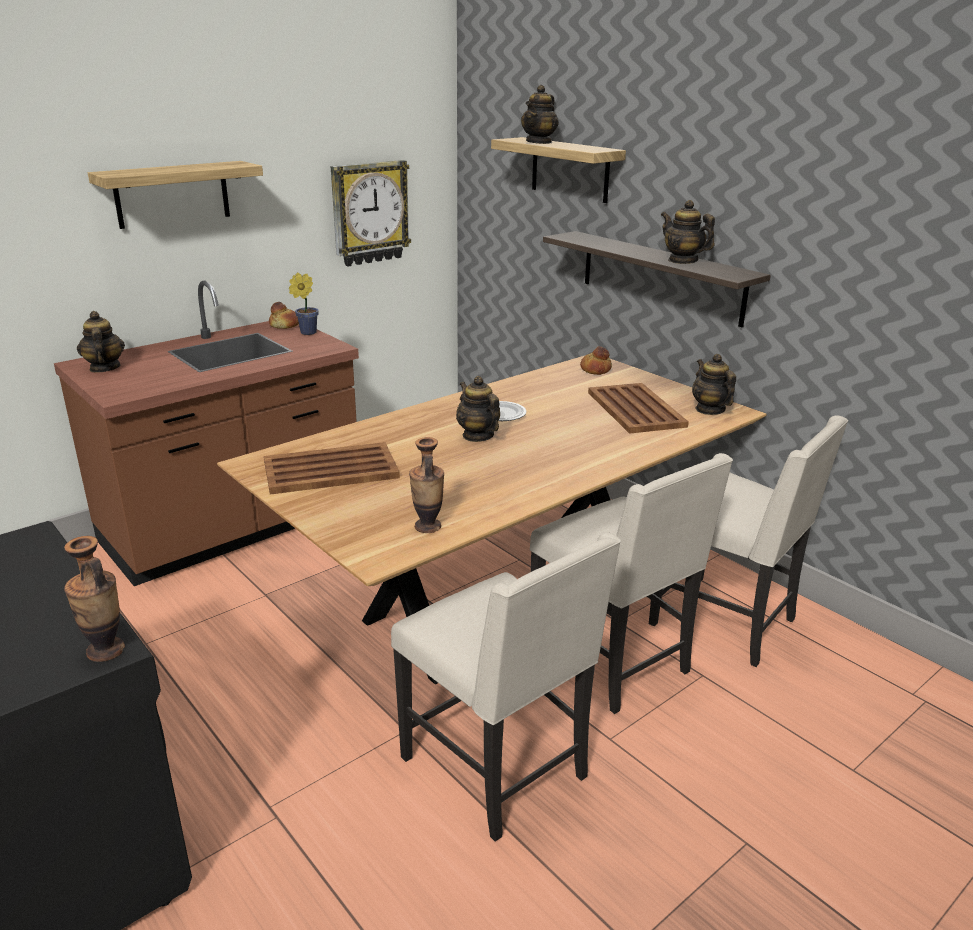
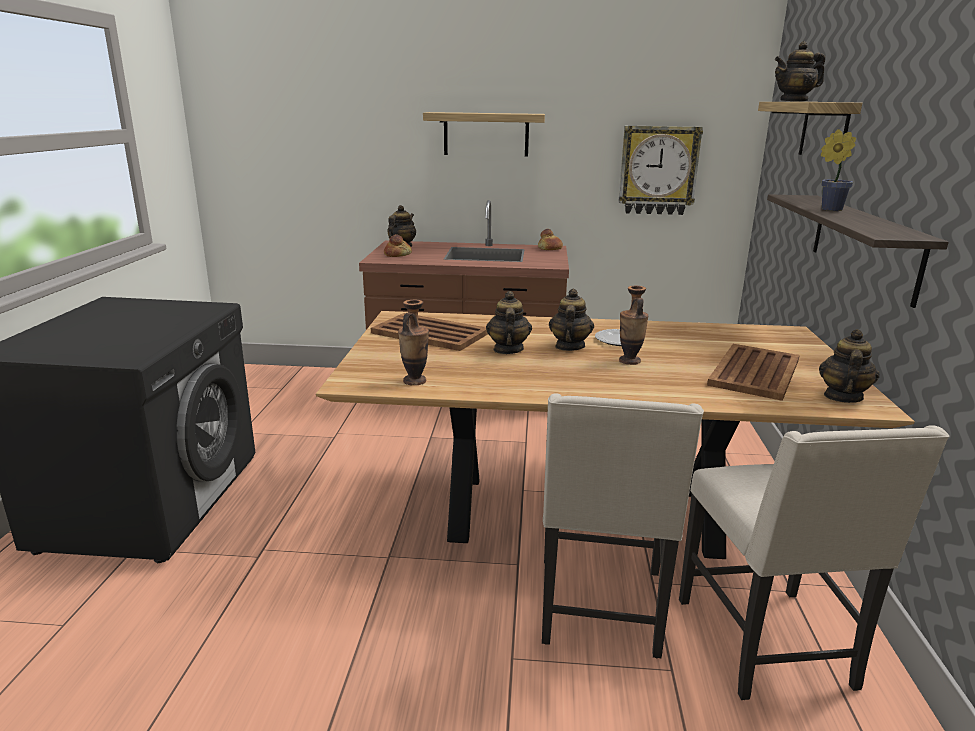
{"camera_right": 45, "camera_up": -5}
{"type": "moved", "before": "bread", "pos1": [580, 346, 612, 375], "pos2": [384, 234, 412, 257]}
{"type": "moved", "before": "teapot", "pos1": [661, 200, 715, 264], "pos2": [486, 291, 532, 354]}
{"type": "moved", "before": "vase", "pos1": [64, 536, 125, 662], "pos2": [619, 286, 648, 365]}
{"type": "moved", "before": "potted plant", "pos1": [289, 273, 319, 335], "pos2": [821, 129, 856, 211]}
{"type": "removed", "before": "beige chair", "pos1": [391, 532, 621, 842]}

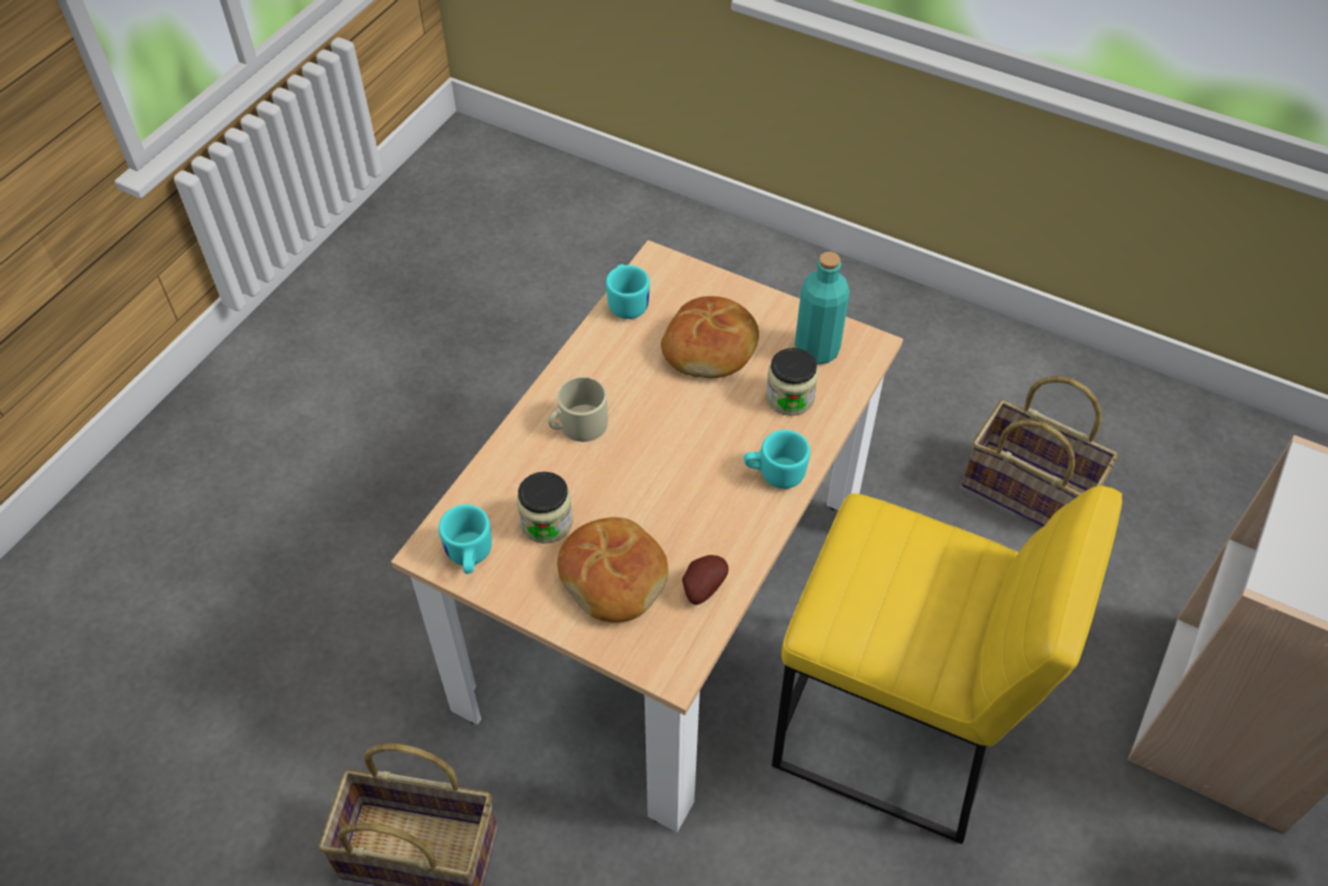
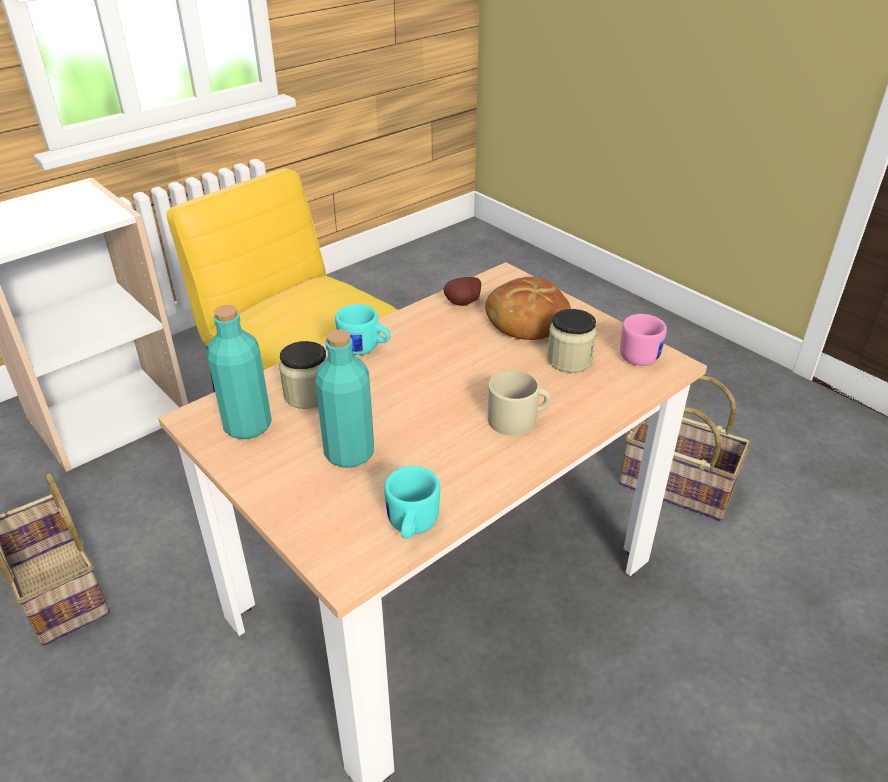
{"camera_right": -160, "camera_up": -15}
{"type": "replaced", "before": "bread", "after": "turquoise bottle", "pos1": [661, 296, 759, 378], "pos2": [315, 329, 374, 468]}
{"type": "recoloured", "before": "turquoise mug", "after": "pink mug", "pos1": [439, 504, 492, 574], "pos2": [620, 314, 667, 366]}

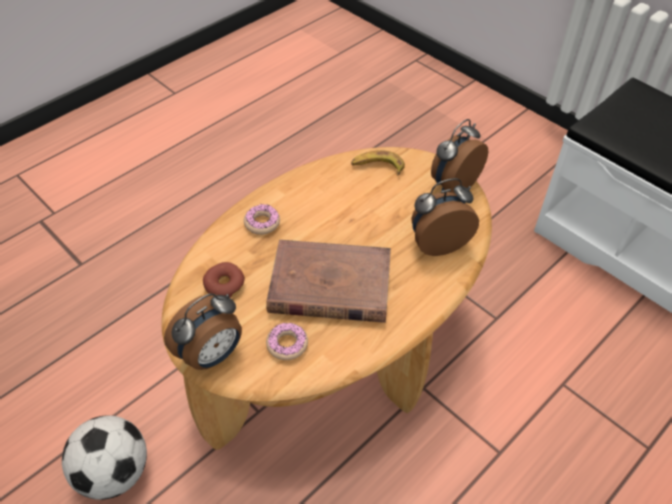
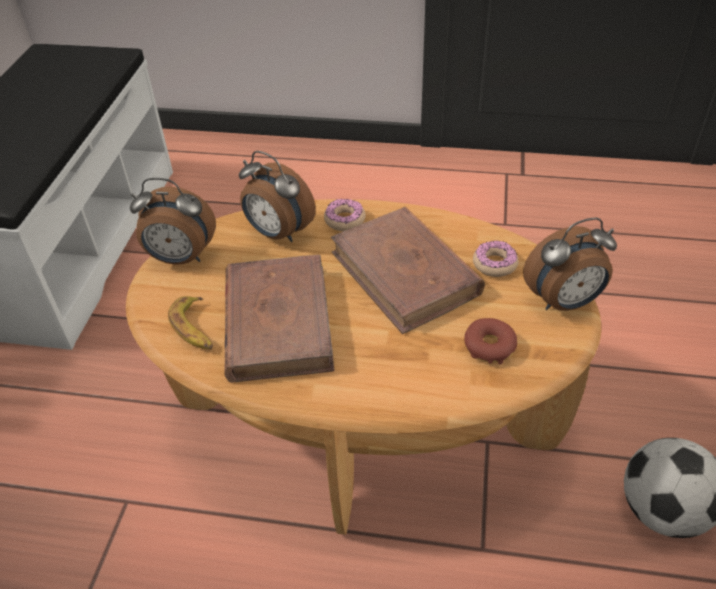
{"camera_right": -125, "camera_up": -5}
{"type": "added", "after": "brown book", "pos2": [225, 255, 334, 383]}
{"type": "moved", "before": "donut", "pos1": [244, 204, 280, 235], "pos2": [324, 198, 366, 231]}
{"type": "turned", "before": "alarm clock", "pos1": [164, 293, 242, 370], "pos2": [523, 217, 617, 311], "turn": 150}

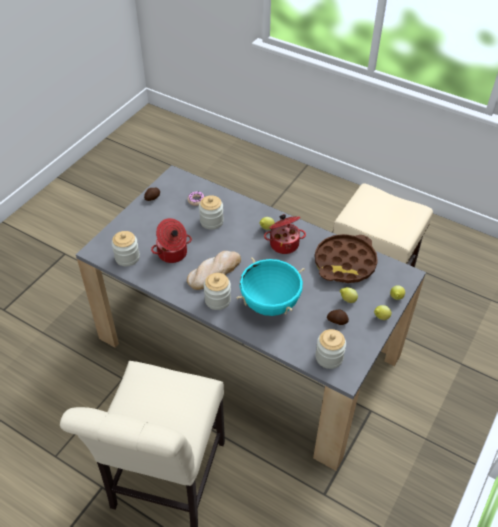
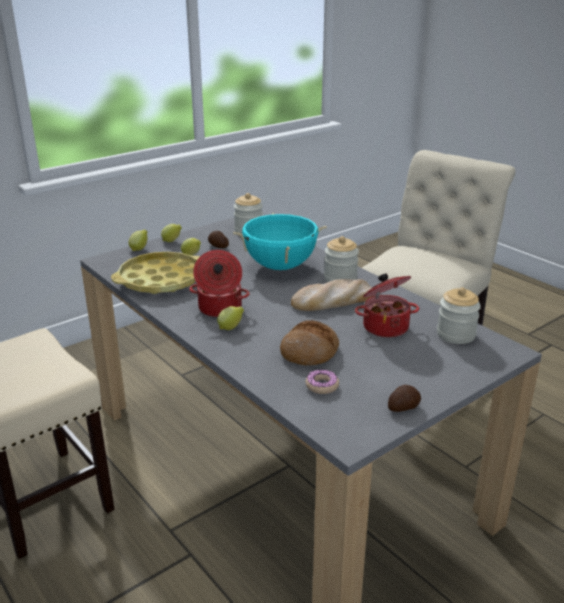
{"camera_right": -160, "camera_up": -20}
{"type": "recoloured", "before": "brown tray", "after": "yellow tray", "pos1": [315, 234, 378, 283], "pos2": [111, 252, 200, 294]}
{"type": "replaced", "before": "jar", "after": "bread", "pos1": [199, 195, 224, 229], "pos2": [280, 320, 339, 365]}

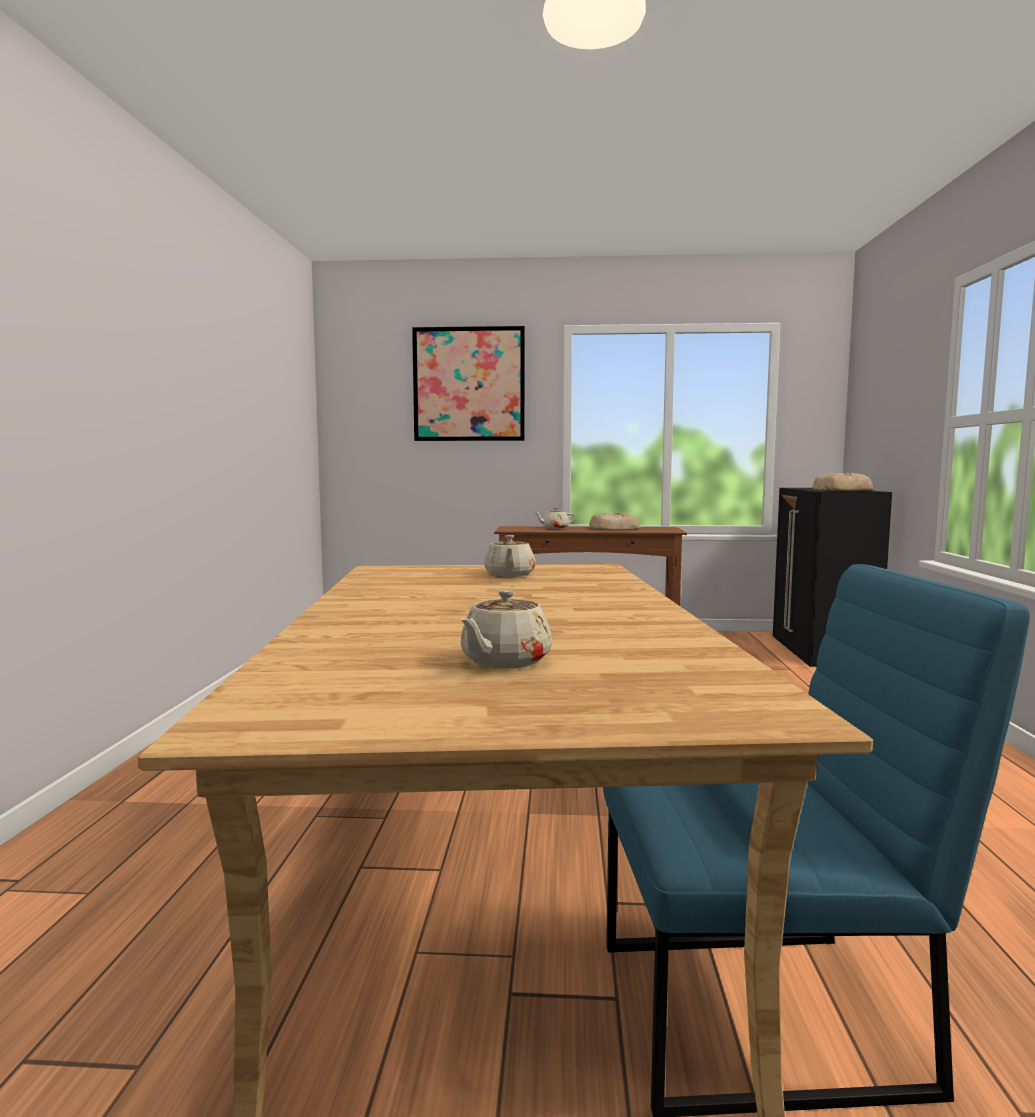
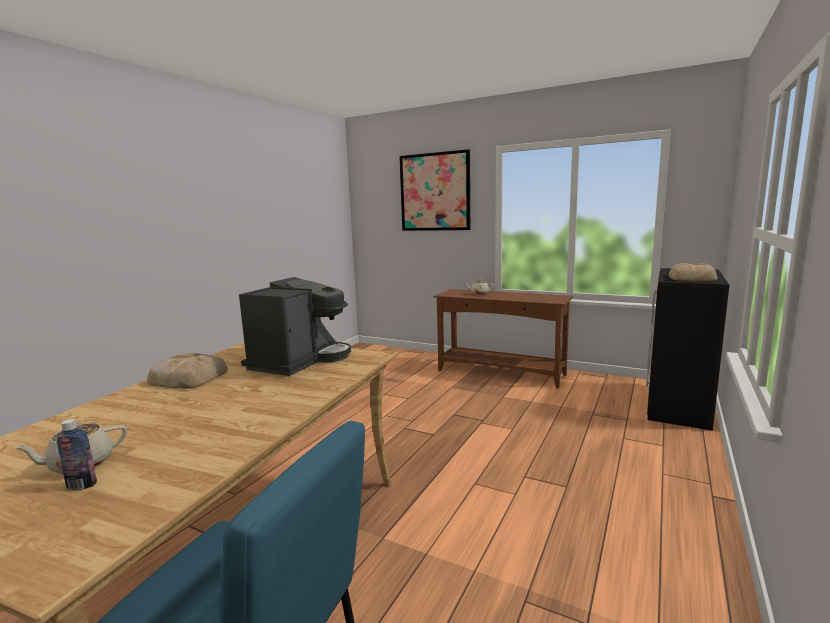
{"camera_right": 25, "camera_up": 5}
{"type": "added", "after": "bottle", "pos2": [57, 419, 97, 490]}
{"type": "moved", "before": "bread", "pos1": [589, 513, 640, 530], "pos2": [147, 353, 228, 389]}
{"type": "replaced", "before": "beige teapot", "after": "coffee machine", "pos1": [484, 535, 536, 577], "pos2": [239, 277, 351, 376]}

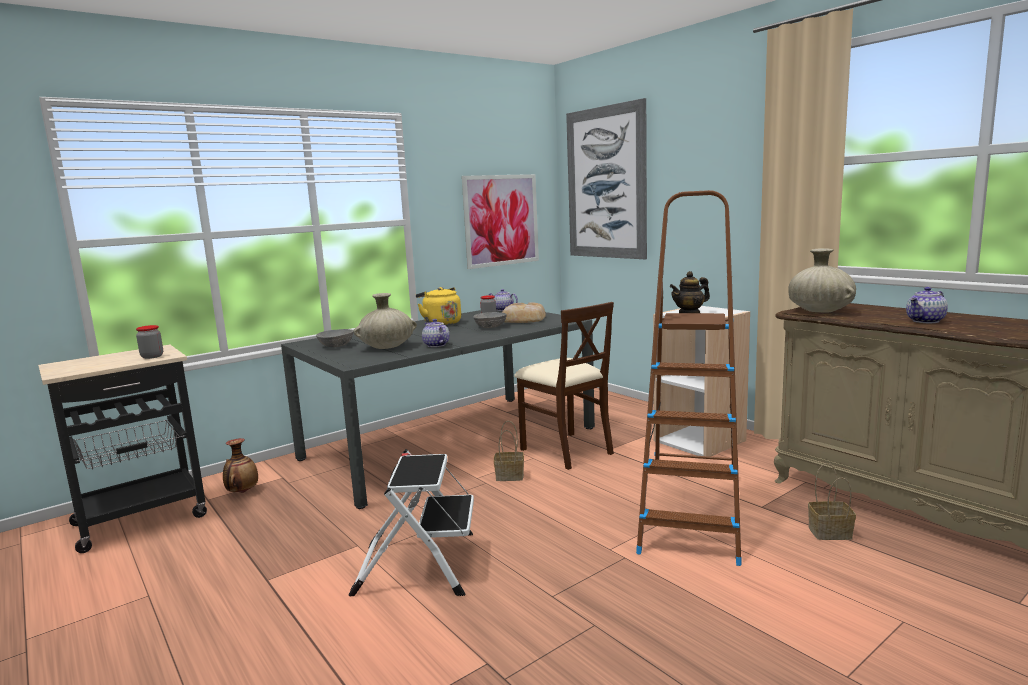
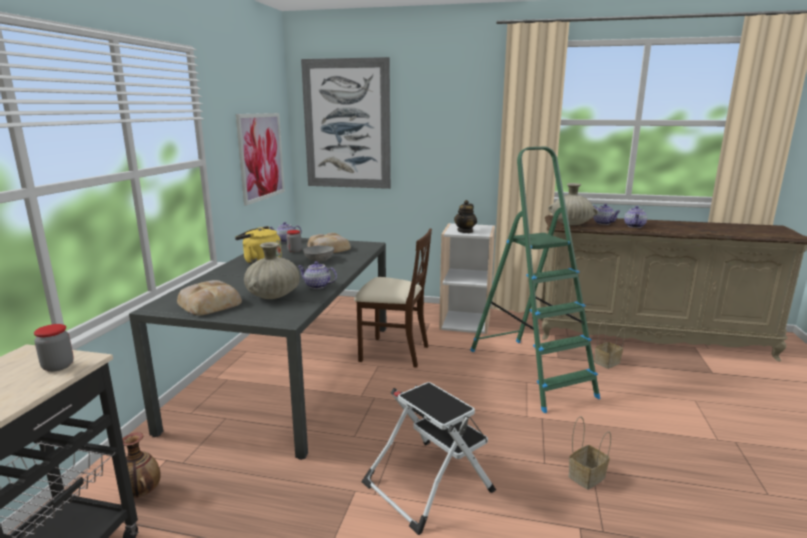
{"camera_right": -40, "camera_up": 5}
{"type": "replaced", "before": "grey bowl", "after": "bread", "pos1": [316, 329, 353, 347], "pos2": [177, 280, 242, 315]}
{"type": "recoloured", "before": "brown step ladder", "after": "green step ladder", "pos1": [636, 190, 742, 566], "pos2": [470, 146, 600, 413]}
{"type": "moved", "before": "basket", "pos1": [494, 421, 524, 481], "pos2": [569, 417, 611, 490]}
{"type": "added", "after": "teapot", "pos2": [593, 204, 621, 225]}

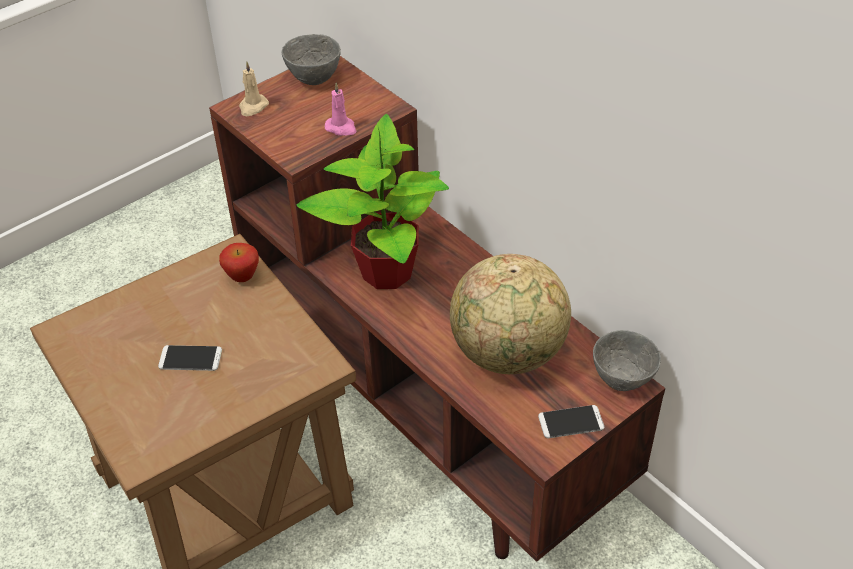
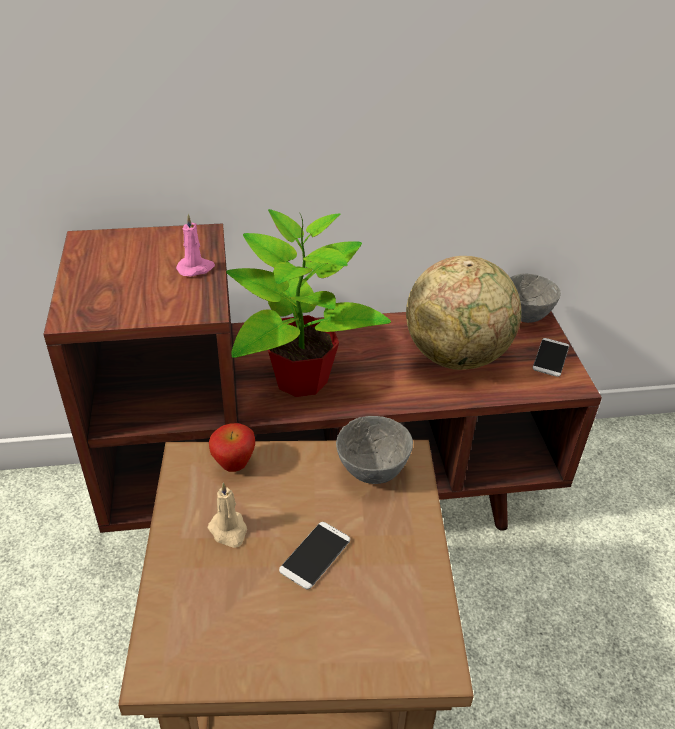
{"camera_right": -60, "camera_up": -5}
{"type": "moved", "before": "beige candle", "pos1": [239, 61, 269, 116], "pos2": [207, 482, 247, 548]}
{"type": "moved", "before": "grey bowl", "pos1": [282, 34, 341, 85], "pos2": [336, 416, 413, 484]}

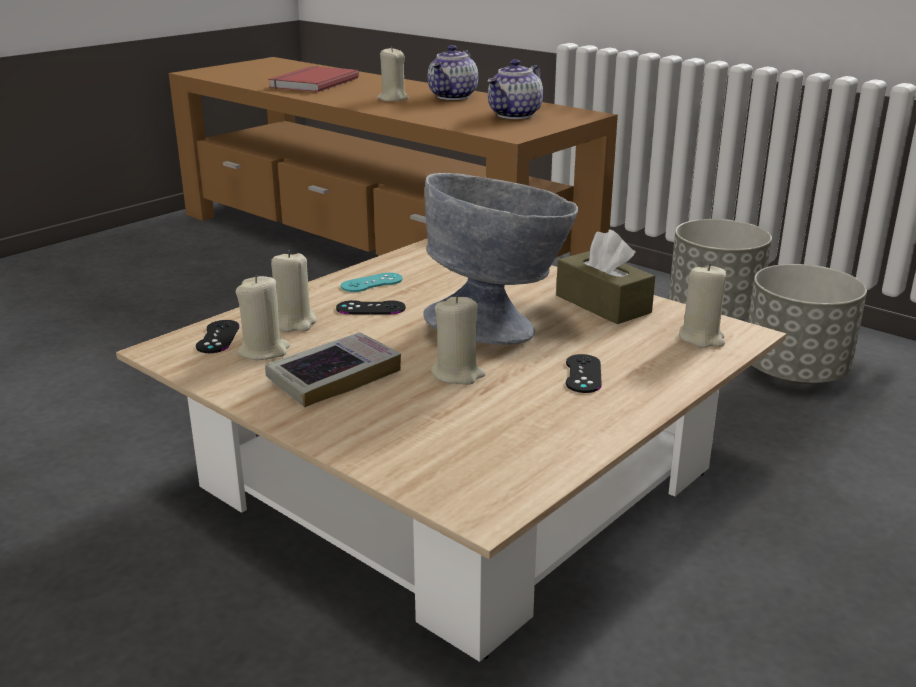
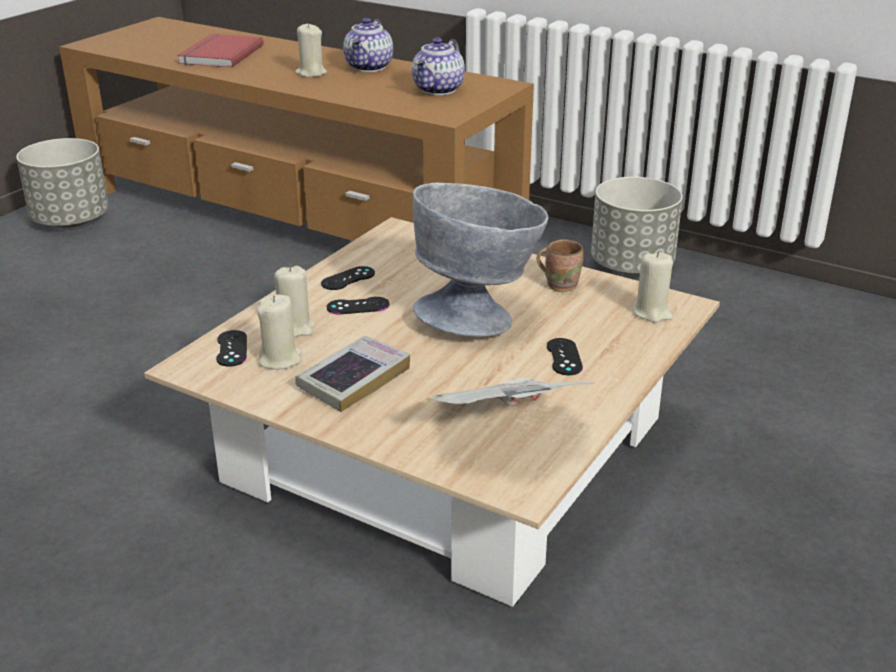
{"camera_right": -10, "camera_up": 5}
{"type": "moved", "before": "grey planter", "pos1": [748, 264, 867, 384], "pos2": [16, 138, 109, 228]}
{"type": "recoloured", "before": "turquoise game controller", "after": "black game controller", "pos1": [341, 273, 403, 292], "pos2": [321, 266, 375, 290]}
{"type": "added", "after": "newspaper", "pos2": [432, 378, 592, 407]}
{"type": "replaced", "before": "brown tissue box", "after": "brown mug", "pos1": [556, 230, 655, 324], "pos2": [537, 239, 583, 292]}
{"type": "removed", "before": "beige candle", "pos1": [431, 295, 486, 385]}

